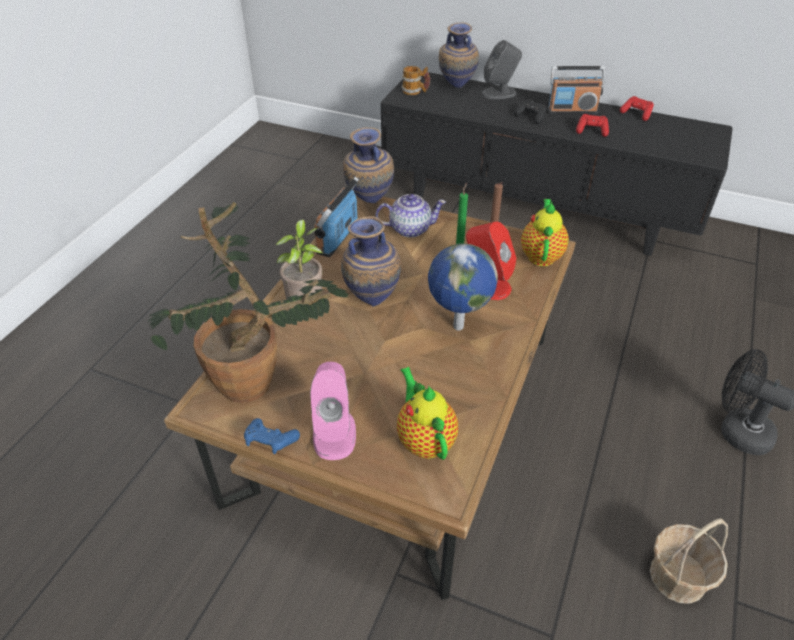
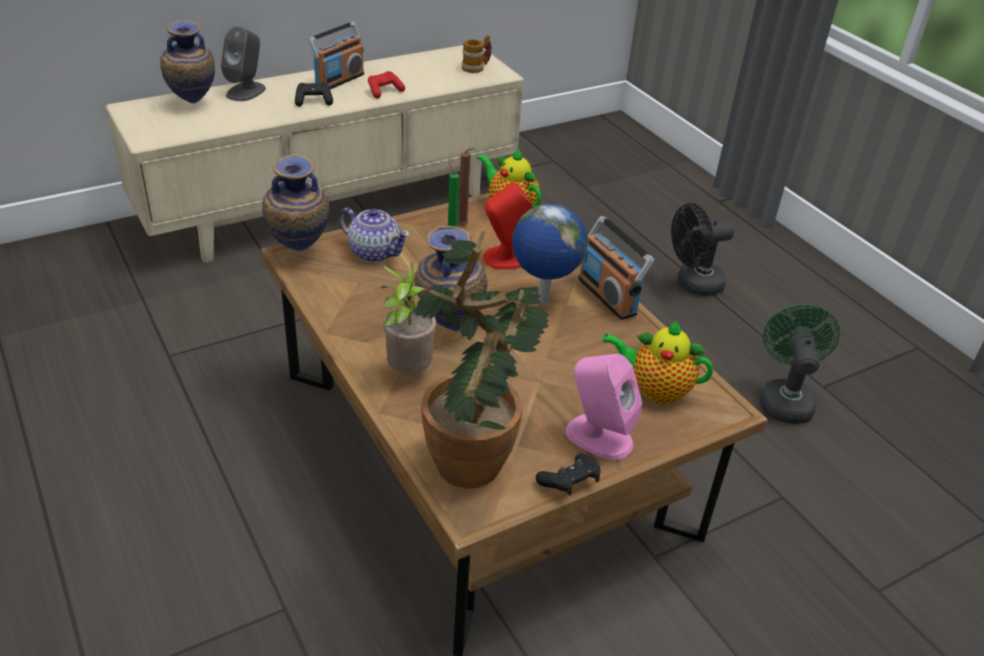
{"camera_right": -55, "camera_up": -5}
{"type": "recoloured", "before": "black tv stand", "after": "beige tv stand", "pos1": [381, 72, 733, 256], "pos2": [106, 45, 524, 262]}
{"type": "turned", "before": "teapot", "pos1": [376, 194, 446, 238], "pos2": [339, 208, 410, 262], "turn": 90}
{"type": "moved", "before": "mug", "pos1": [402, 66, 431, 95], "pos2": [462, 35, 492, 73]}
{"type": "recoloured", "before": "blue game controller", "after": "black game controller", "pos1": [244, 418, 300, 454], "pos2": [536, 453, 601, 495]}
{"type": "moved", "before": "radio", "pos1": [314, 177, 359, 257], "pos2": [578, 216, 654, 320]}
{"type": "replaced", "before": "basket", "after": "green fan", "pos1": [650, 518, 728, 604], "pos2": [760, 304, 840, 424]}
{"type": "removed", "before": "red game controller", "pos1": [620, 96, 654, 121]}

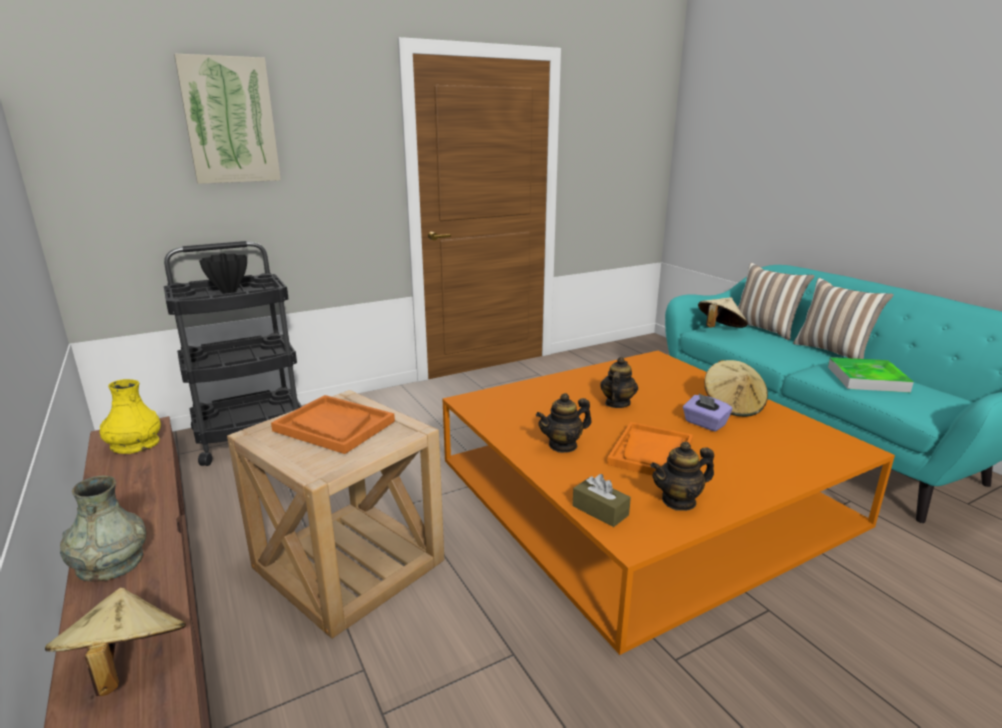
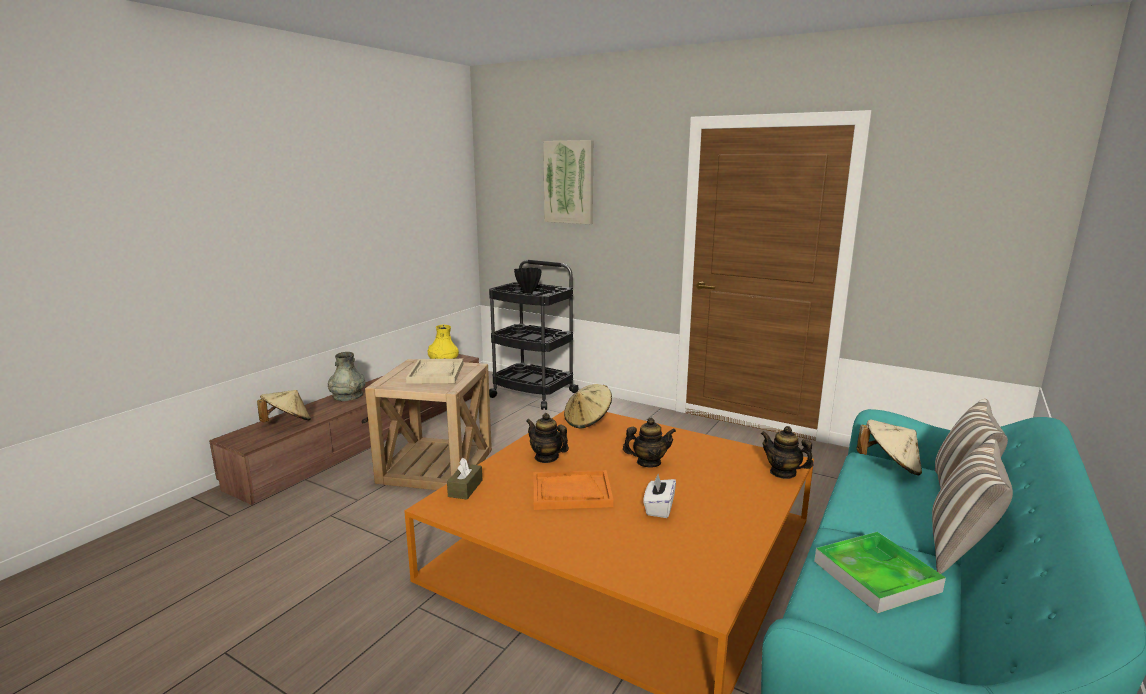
{"camera_right": 60, "camera_up": -5}
{"type": "recoloured", "before": "orange tray", "after": "beige tray", "pos1": [271, 395, 395, 454], "pos2": [406, 359, 463, 384]}
{"type": "moved", "before": "beige hat", "pos1": [705, 360, 768, 417], "pos2": [564, 384, 612, 428]}
{"type": "recoloured", "before": "purple tissue box", "after": "white tissue box", "pos1": [683, 394, 732, 432], "pos2": [643, 474, 676, 518]}
{"type": "moved", "before": "teapot", "pos1": [651, 442, 714, 511], "pos2": [761, 426, 813, 479]}

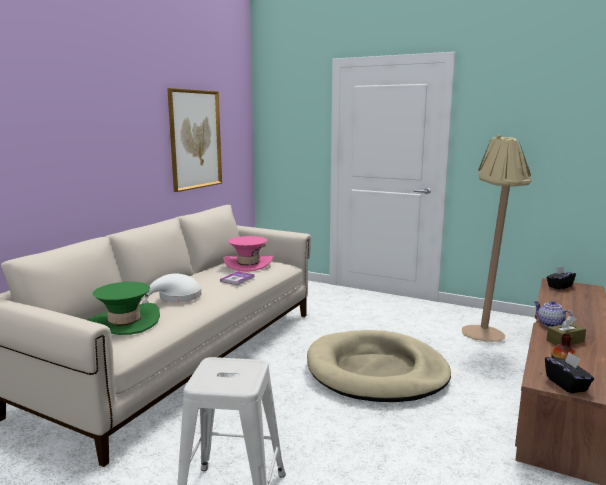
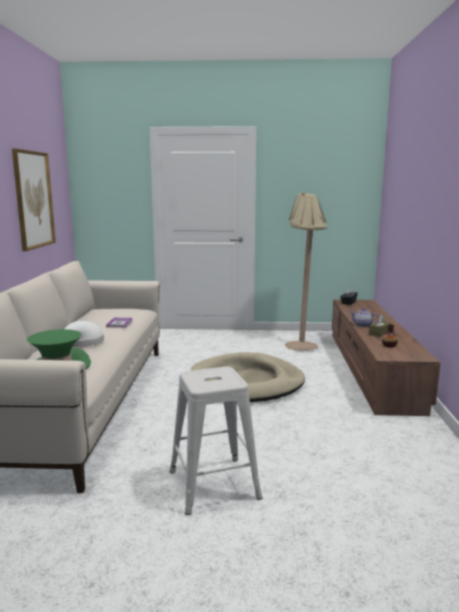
{"camera_right": -25, "camera_up": 0}
{"type": "removed", "before": "pink hat", "pos1": [223, 236, 273, 272]}
{"type": "removed", "before": "black tissue box", "pos1": [545, 352, 594, 394]}

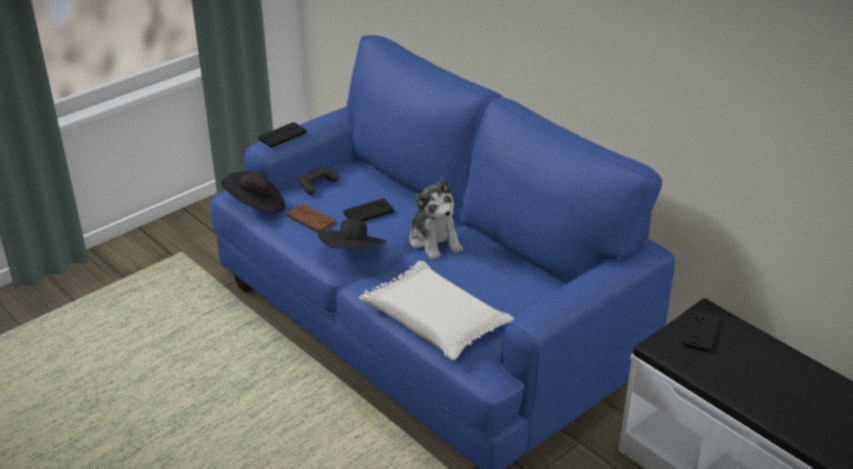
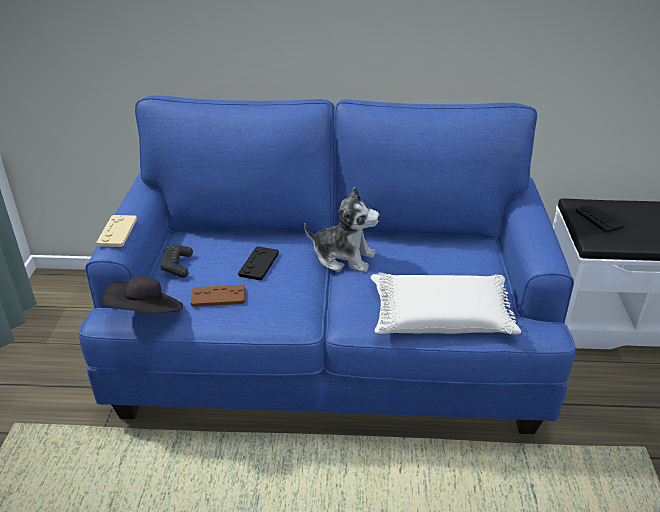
{"camera_right": -45, "camera_up": 0}
{"type": "recoloured", "before": "black game controller", "after": "beige game controller", "pos1": [259, 122, 307, 147], "pos2": [96, 215, 137, 247]}
{"type": "removed", "before": "black hat", "pos1": [318, 219, 386, 249]}

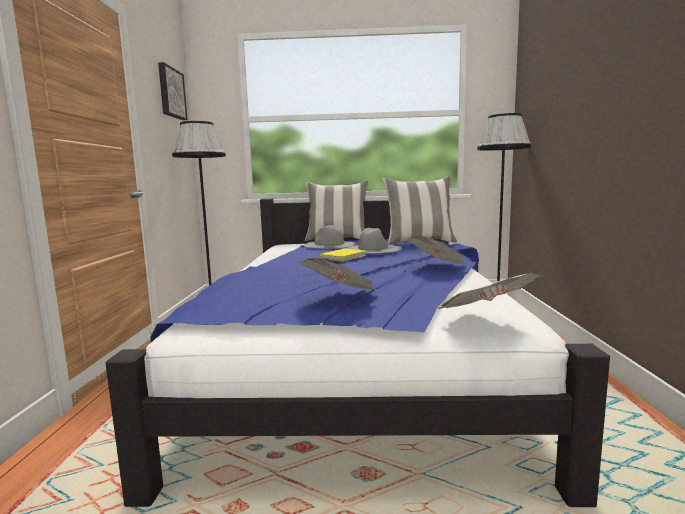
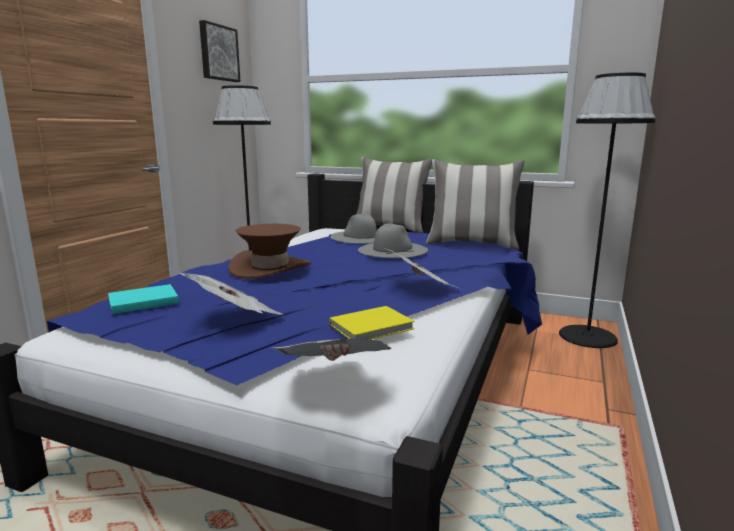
{"camera_right": 20, "camera_up": 5}
{"type": "added", "after": "turquoise book", "pos2": [108, 284, 179, 314]}
{"type": "added", "after": "brown hat", "pos2": [228, 224, 311, 279]}
{"type": "moved", "before": "yellow book", "pos1": [320, 249, 366, 262], "pos2": [330, 306, 415, 340]}

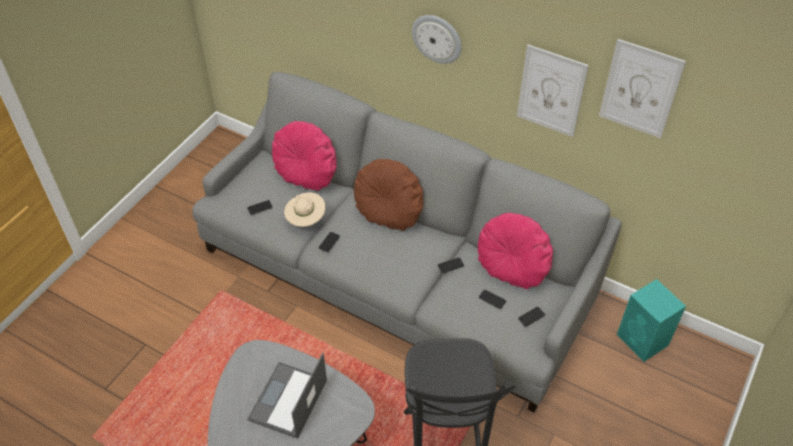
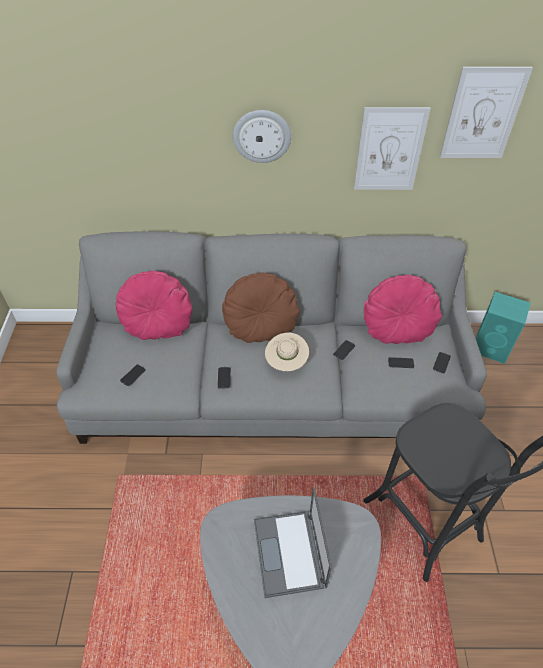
{"camera_right": -30, "camera_up": 0}
{"type": "moved", "before": "beige hat", "pos1": [284, 192, 325, 227], "pos2": [265, 333, 309, 371]}

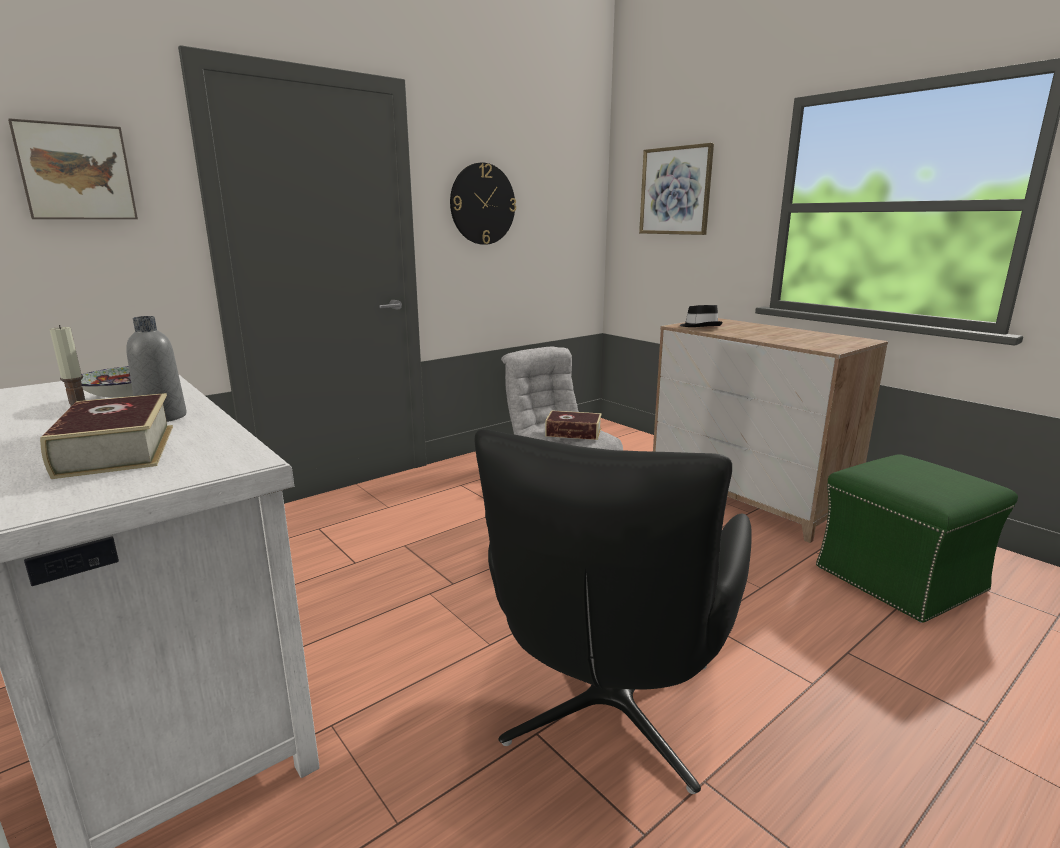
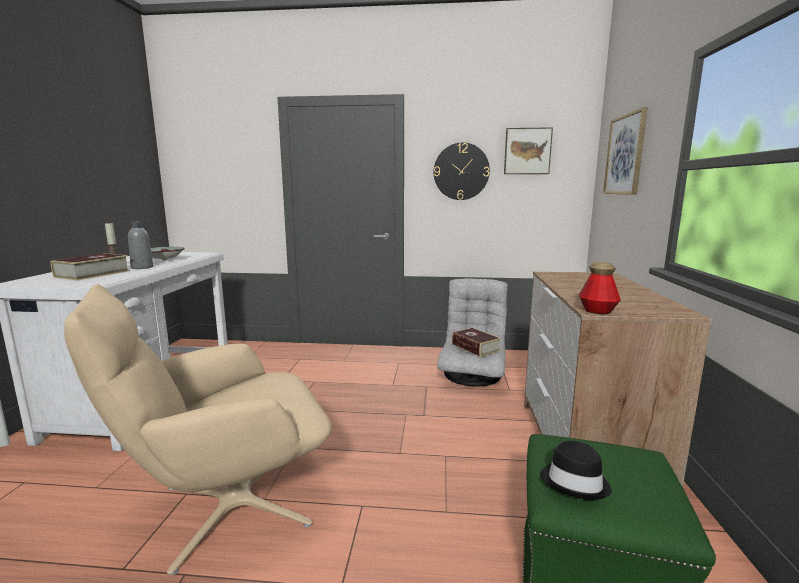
{"camera_right": 45, "camera_up": -5}
{"type": "recoloured", "before": "black armchair", "after": "beige armchair", "pos1": [475, 429, 752, 794], "pos2": [64, 284, 332, 575]}
{"type": "moved", "before": "picture", "pos1": [8, 118, 138, 219], "pos2": [504, 127, 553, 174]}
{"type": "moved", "before": "black hat", "pos1": [680, 305, 723, 327], "pos2": [540, 441, 612, 500]}
{"type": "added", "after": "bottle", "pos2": [579, 262, 621, 314]}

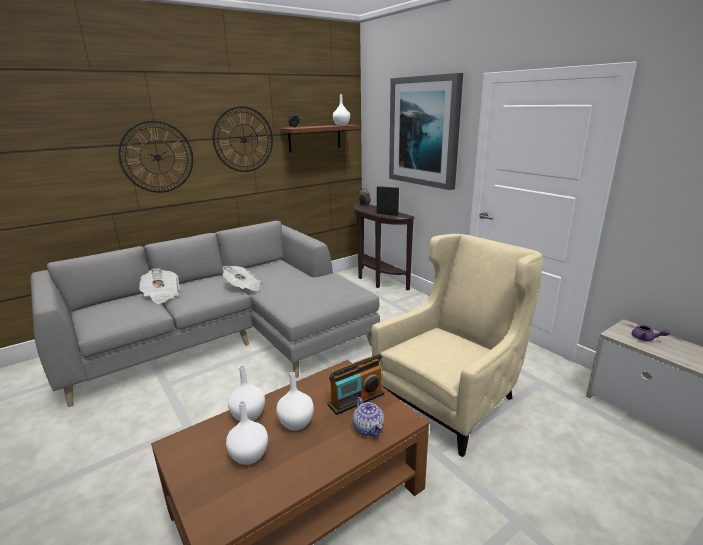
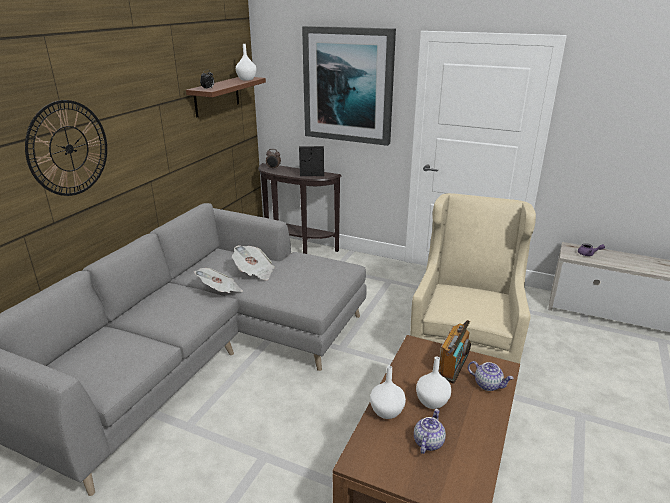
{"camera_right": -30, "camera_up": 5}
{"type": "moved", "before": "newspaper", "pos1": [139, 268, 179, 304], "pos2": [232, 245, 275, 280]}
{"type": "replaced", "before": "white vase", "after": "teapot", "pos1": [226, 401, 268, 465], "pos2": [414, 409, 446, 454]}
{"type": "removed", "before": "wall clock", "pos1": [213, 106, 273, 172]}

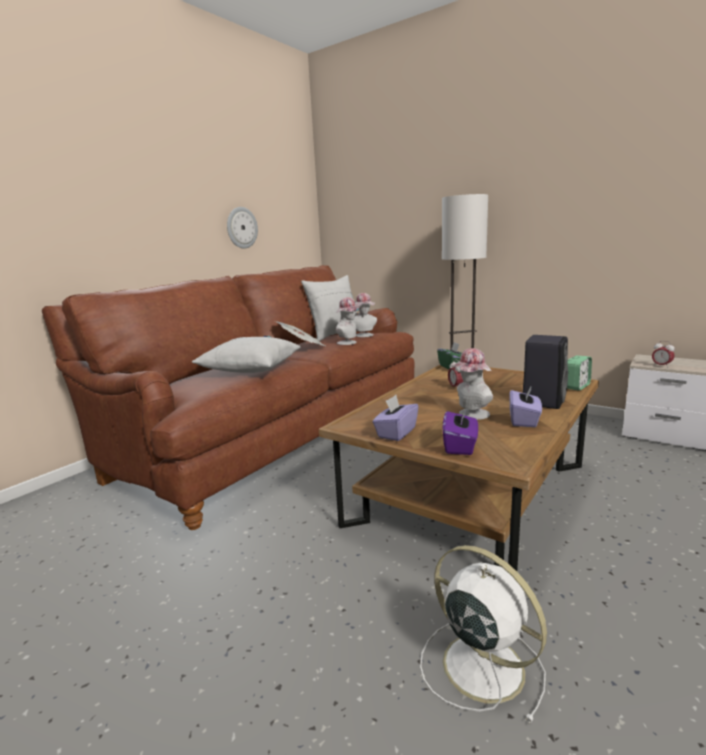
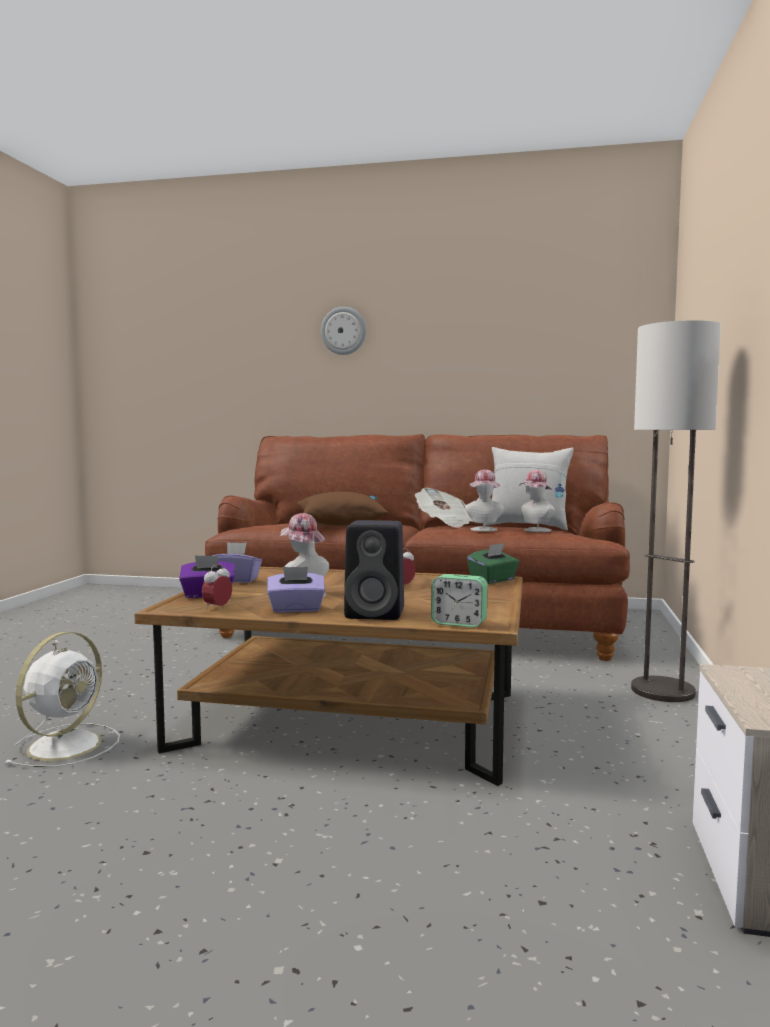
{"camera_right": 65, "camera_up": -10}
{"type": "moved", "before": "alarm clock", "pos1": [652, 341, 675, 368], "pos2": [202, 564, 232, 610]}
{"type": "recoloured", "before": "grey pillow", "after": "brown pillow", "pos1": [192, 336, 301, 373], "pos2": [297, 491, 388, 525]}
{"type": "moved", "before": "wall clock", "pos1": [227, 207, 258, 249], "pos2": [321, 307, 366, 355]}

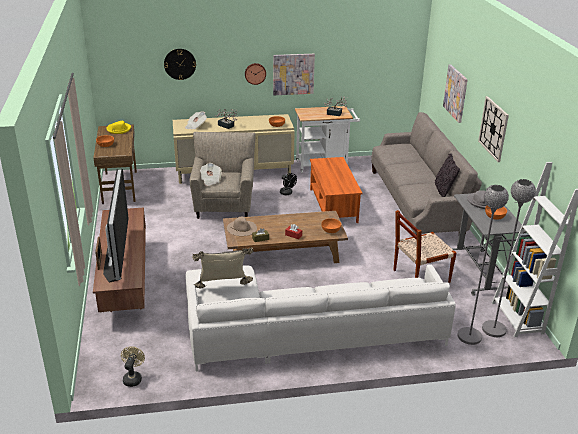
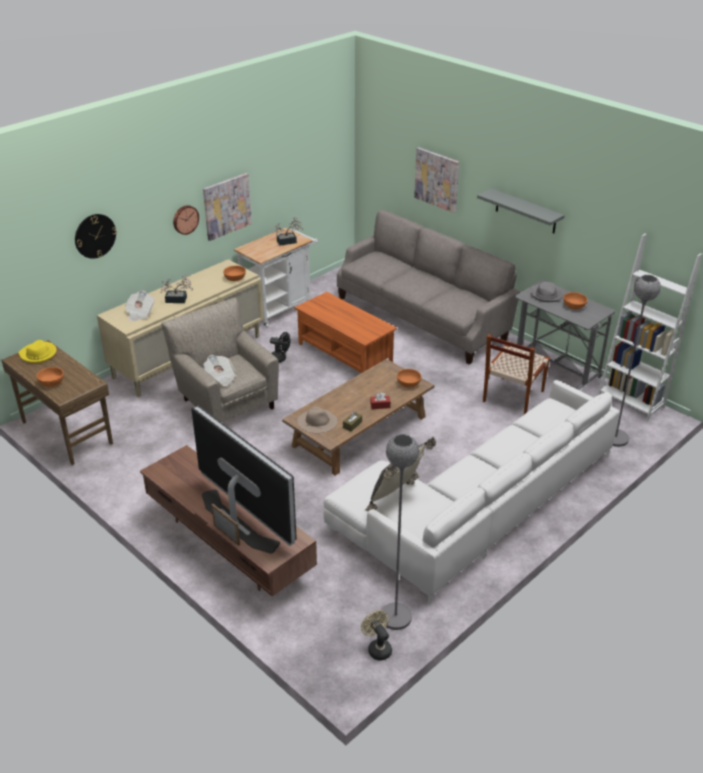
{"camera_right": -35, "camera_up": 5}
{"type": "moved", "before": "grey floor lamp", "pos1": [482, 179, 536, 337], "pos2": [380, 434, 419, 630]}
{"type": "replaced", "before": "wall clock", "after": "grey shelf", "pos1": [478, 96, 509, 162], "pos2": [477, 188, 565, 233]}
{"type": "removed", "before": "black pillow", "pos1": [435, 153, 460, 197]}

